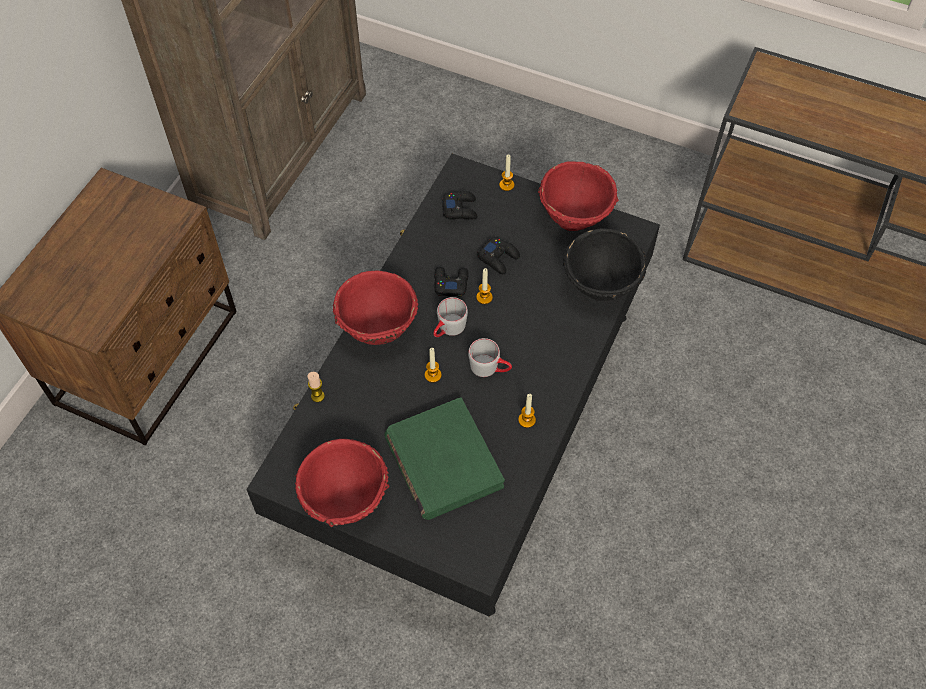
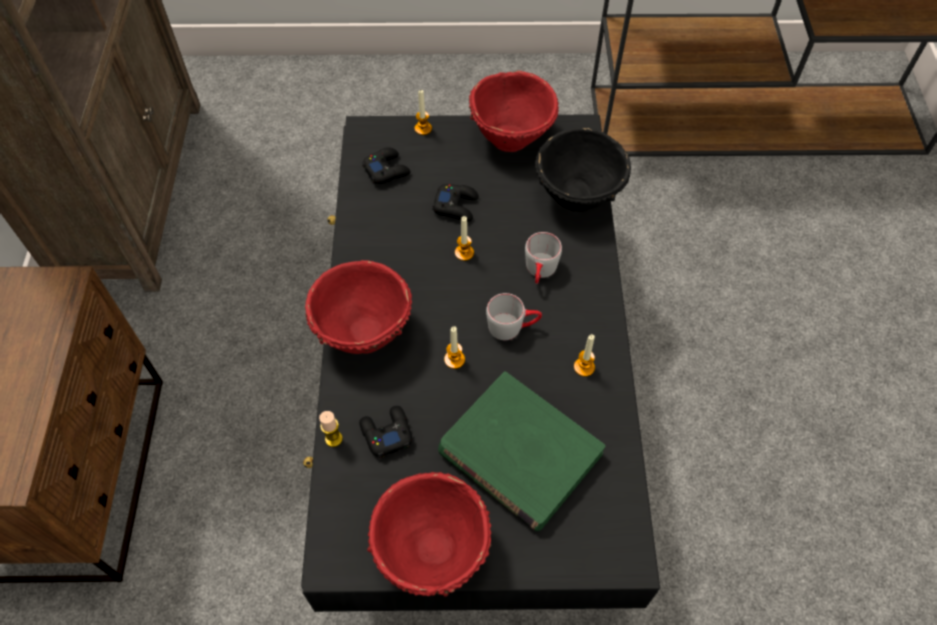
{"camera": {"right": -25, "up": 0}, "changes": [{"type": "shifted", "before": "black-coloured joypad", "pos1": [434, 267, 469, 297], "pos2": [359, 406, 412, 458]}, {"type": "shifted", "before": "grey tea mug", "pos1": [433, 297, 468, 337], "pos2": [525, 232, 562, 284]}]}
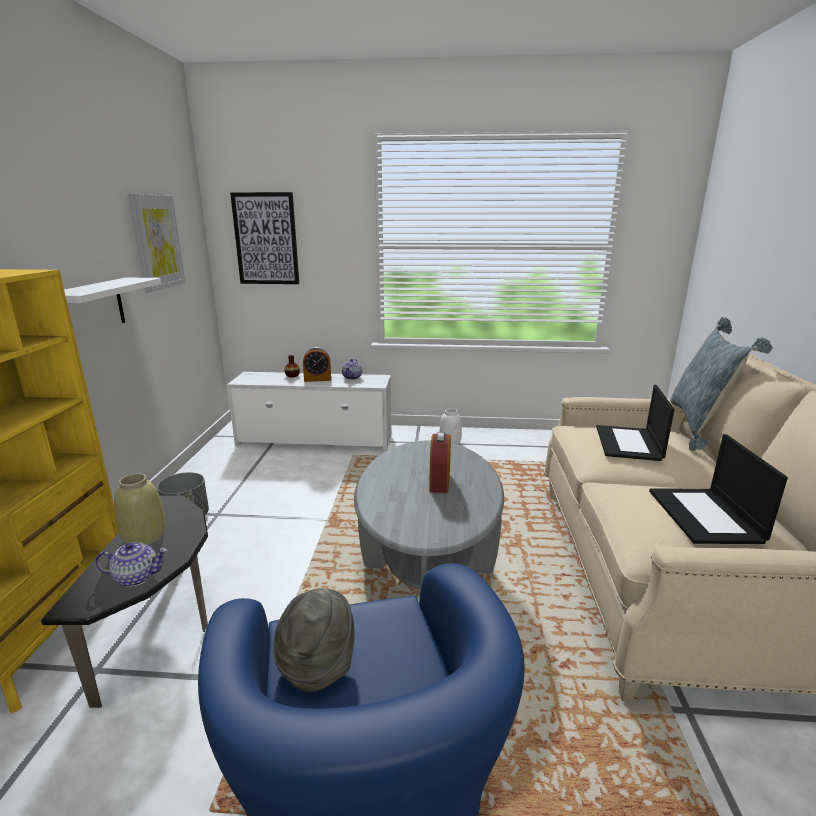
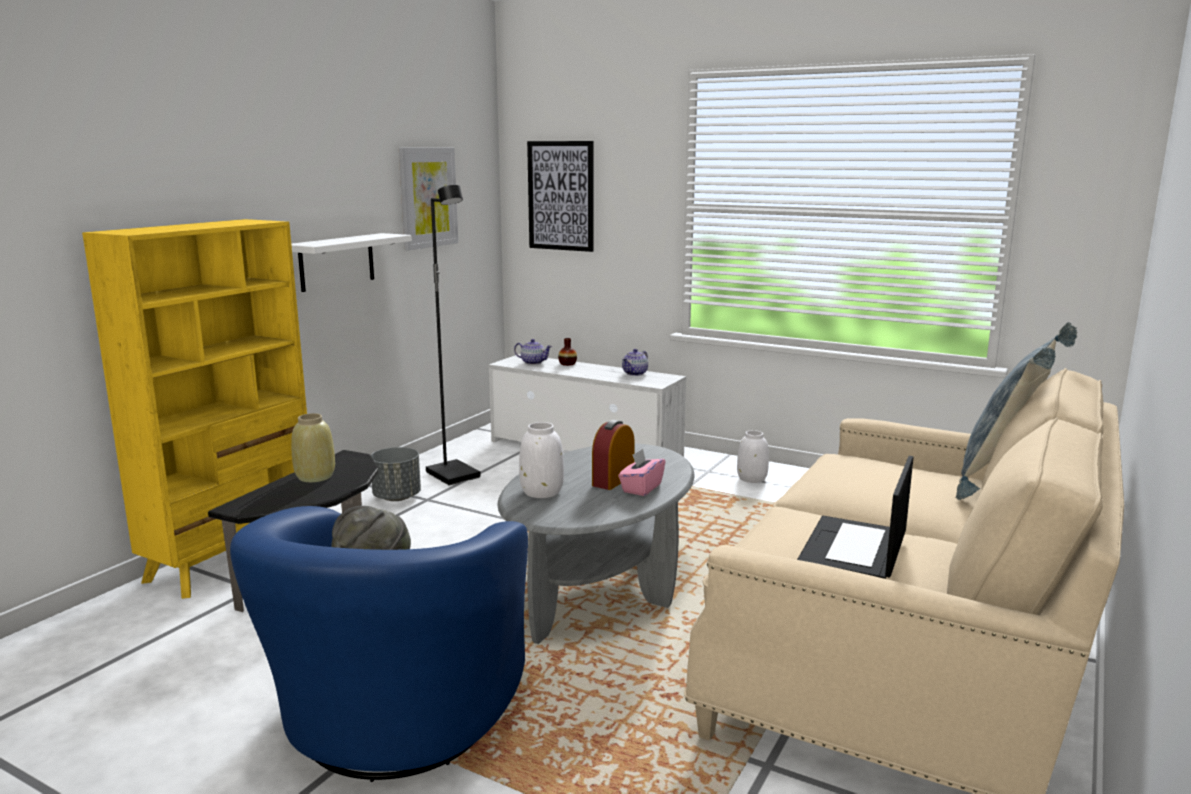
{"camera": {"right": 25, "up": -5}, "changes": [{"type": "gone", "before": "table clock", "pos1": [303, 347, 331, 382]}, {"type": "gone", "before": "notebook computer", "pos1": [596, 385, 675, 461]}, {"type": "shifted", "before": "teapot", "pos1": [95, 542, 168, 587], "pos2": [514, 339, 552, 365]}, {"type": "new", "after": "black-coloured standard lamp", "pos2": [426, 185, 481, 486]}, {"type": "new", "after": "whitish decorative vase", "pos2": [519, 422, 564, 498]}, {"type": "new", "after": "pink tissue box", "pos2": [618, 449, 665, 496]}]}
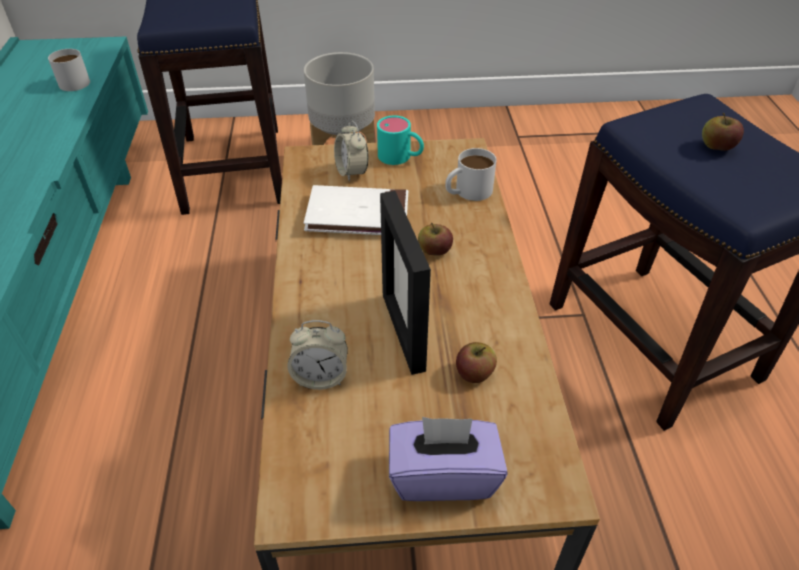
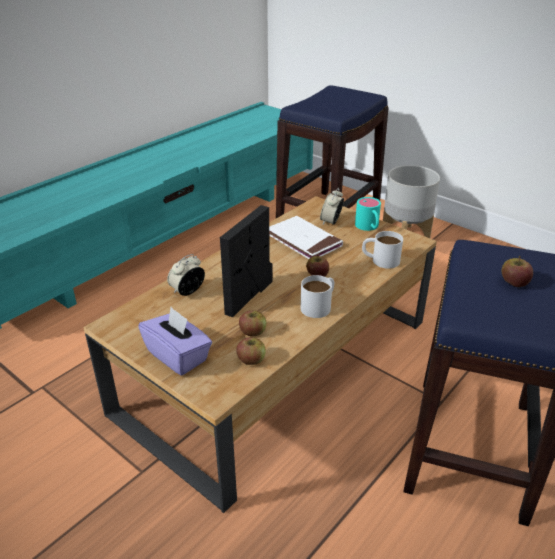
{"camera": {"right": 45, "up": -10}, "changes": [{"type": "shifted", "before": "whitish tea mug", "pos1": [48, 49, 90, 91], "pos2": [300, 275, 334, 318]}, {"type": "rotated", "before": "table clock", "pos1": [288, 320, 348, 390], "pos2": [167, 254, 205, 296], "turn": 90}, {"type": "new", "after": "apple", "pos2": [236, 337, 266, 365]}]}
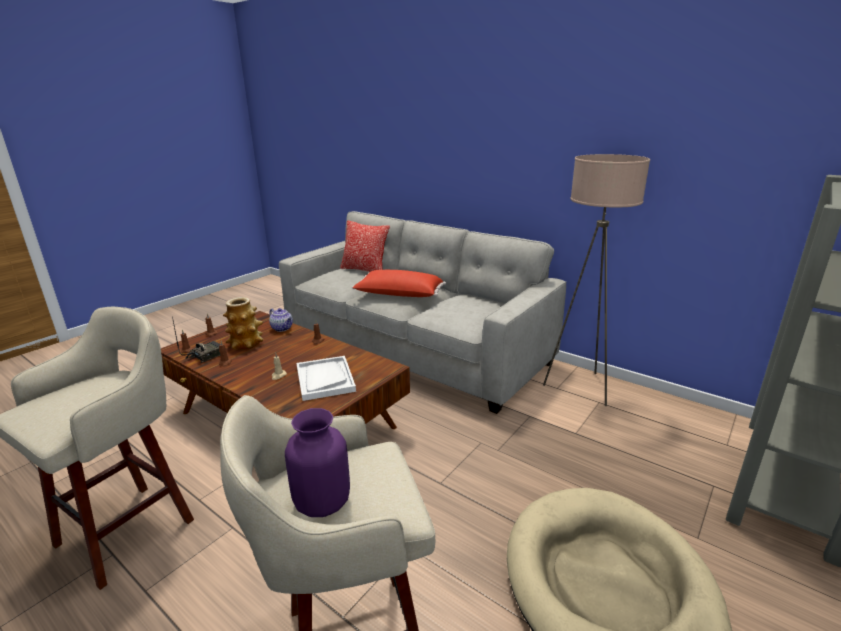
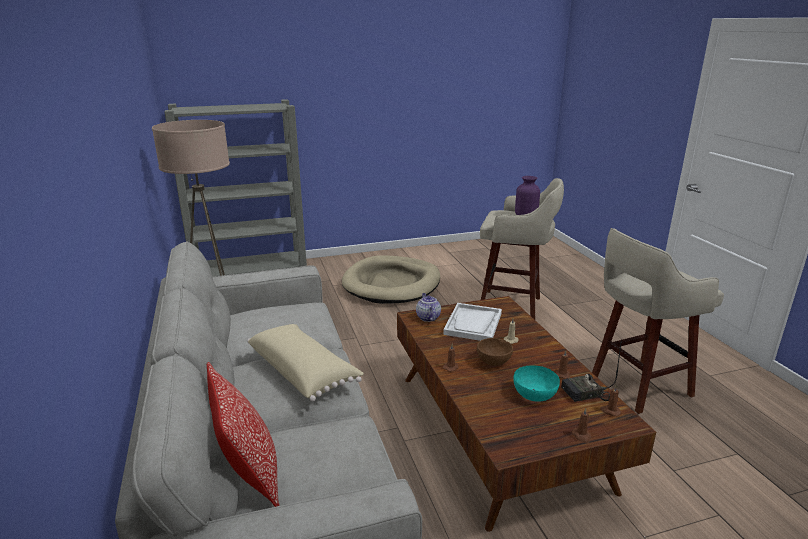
{"camera": {"right": -145, "up": 0}, "changes": [{"type": "repainted", "before": "red-coloured cushion", "after": "beige-coloured cushion", "pos1": [352, 270, 446, 297], "pos2": [247, 324, 364, 402]}, {"type": "swapped", "before": "decorative vase", "after": "turquoise-coloured serving bowl", "pos1": [223, 297, 263, 350], "pos2": [513, 365, 560, 402]}, {"type": "shifted", "before": "teapot", "pos1": [269, 308, 293, 332], "pos2": [416, 293, 441, 322]}, {"type": "new", "after": "brown serving bowl", "pos2": [477, 338, 513, 366]}]}
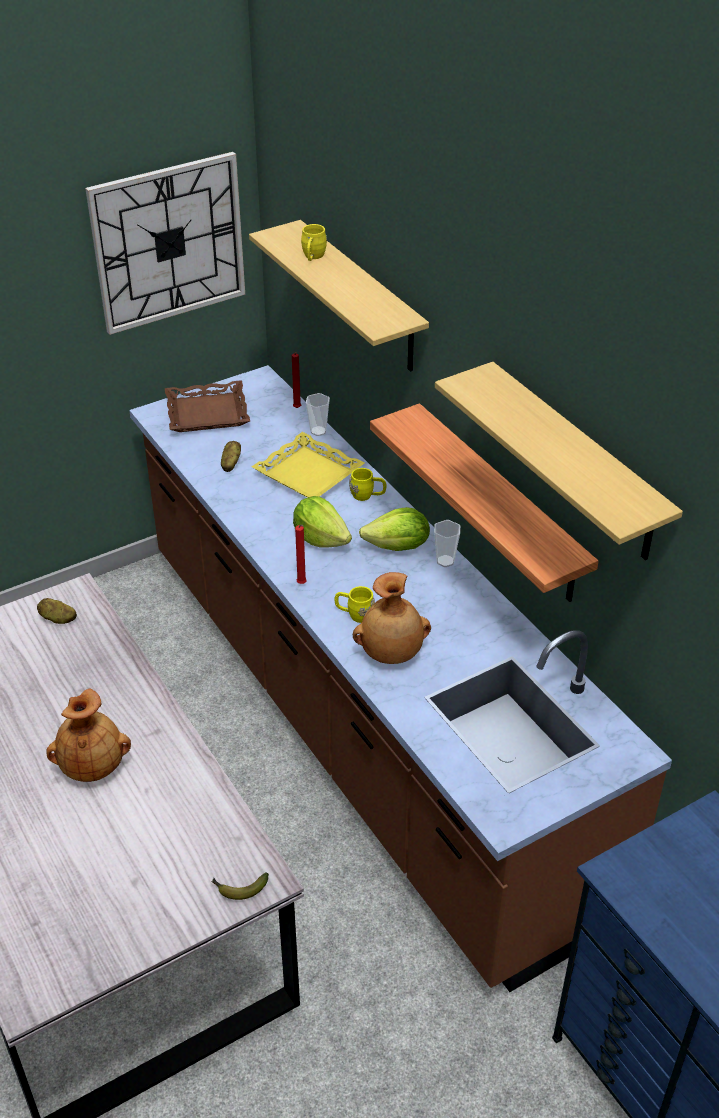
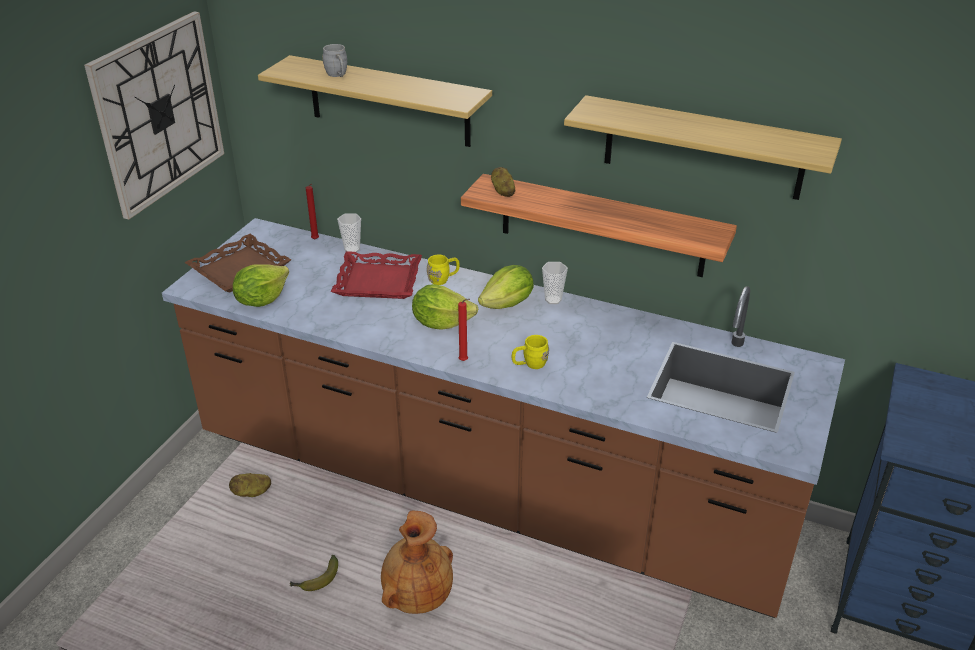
{"camera": {"right": -35, "up": -5}, "changes": [{"type": "repainted", "before": "yellow-coloured tea mug", "after": "grey tea mug", "pos1": [301, 224, 327, 261], "pos2": [322, 44, 347, 77]}, {"type": "repainted", "before": "yellow-coloured serving tray", "after": "red-coloured serving tray", "pos1": [251, 432, 365, 498], "pos2": [331, 251, 422, 299]}, {"type": "shifted", "before": "spud", "pos1": [221, 441, 241, 472], "pos2": [491, 167, 516, 197]}, {"type": "gone", "before": "brown decorative vase", "pos1": [353, 572, 431, 664]}, {"type": "shifted", "before": "banana fruit", "pos1": [211, 872, 269, 900], "pos2": [290, 555, 338, 591]}, {"type": "new", "after": "lettuce", "pos2": [233, 264, 289, 307]}]}
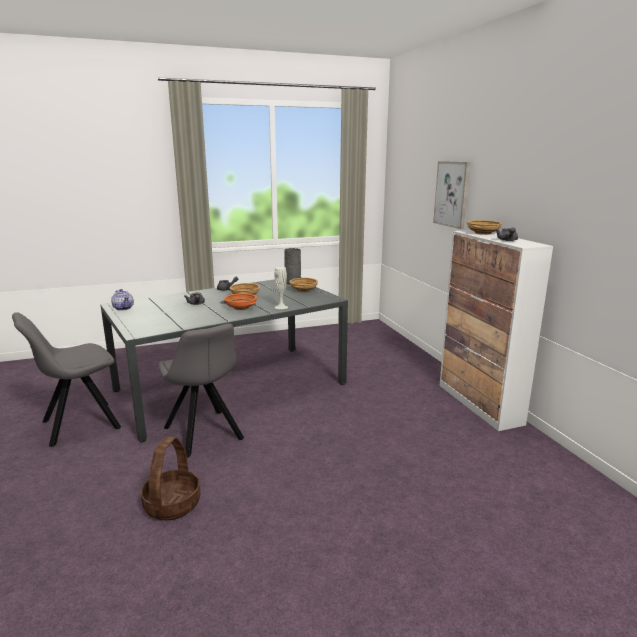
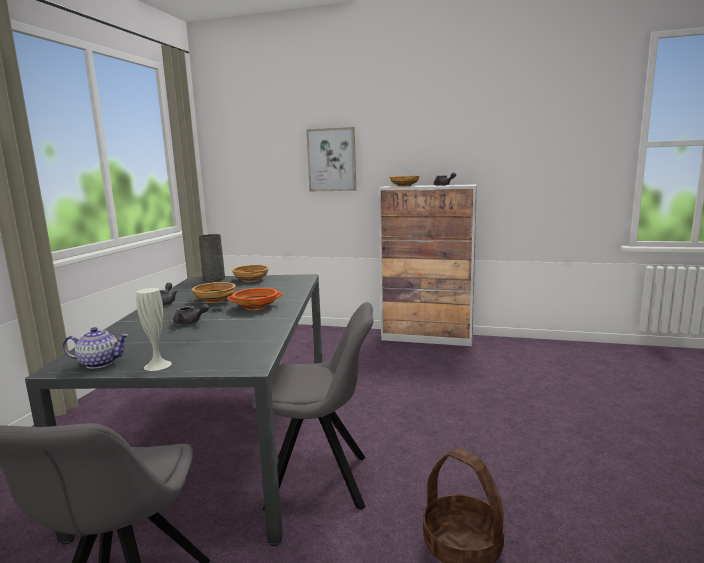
{"camera": {"right": -55, "up": -5}, "changes": [{"type": "shifted", "before": "whitish decorative vase", "pos1": [274, 267, 288, 309], "pos2": [136, 288, 172, 371]}]}
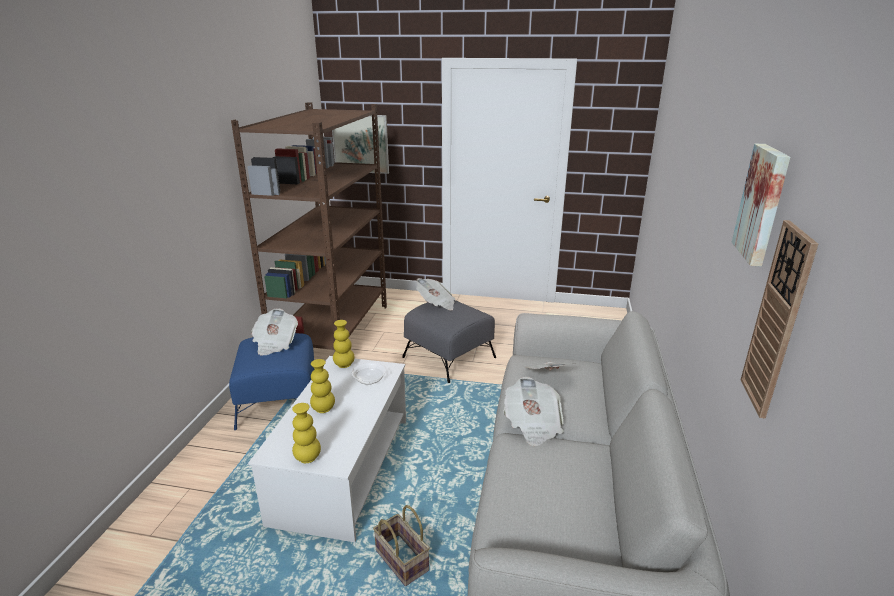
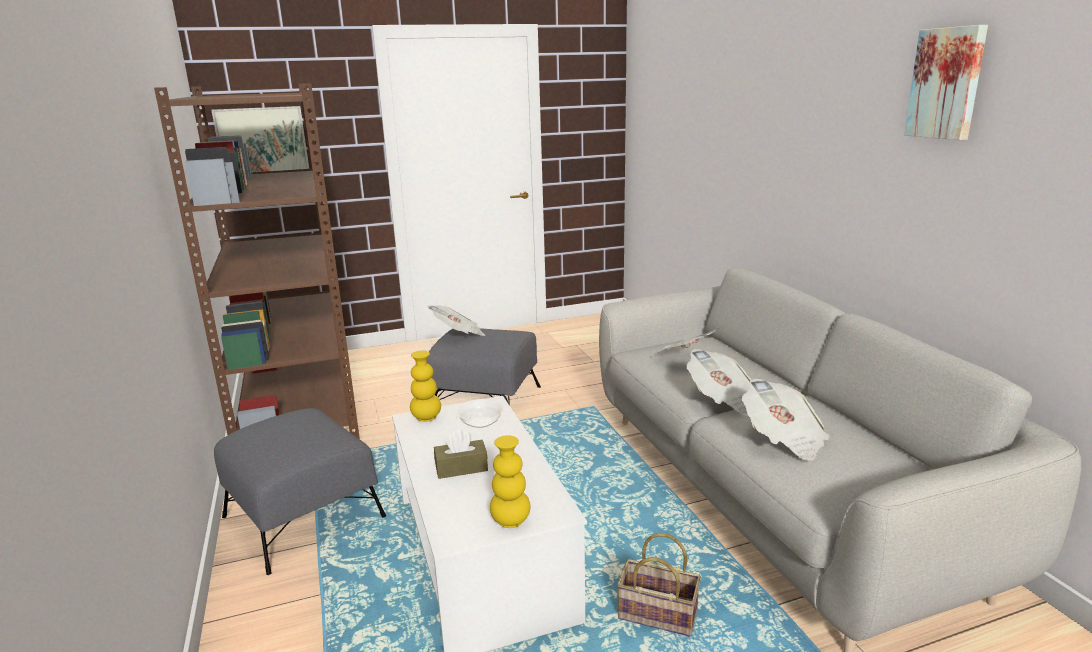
{"camera": {"right": -30, "up": -5}, "changes": [{"type": "gone", "before": "clock on the wall", "pos1": [741, 220, 818, 418]}, {"type": "shifted", "before": "newspaper", "pos1": [251, 309, 298, 356], "pos2": [742, 378, 830, 461]}, {"type": "repainted", "before": "bluish ottoman", "after": "grey ottoman", "pos1": [229, 333, 315, 430], "pos2": [214, 408, 386, 575]}, {"type": "swapped", "before": "yellow-coloured decorative vase", "after": "brown tissue box", "pos1": [310, 359, 335, 413], "pos2": [434, 429, 488, 479]}]}
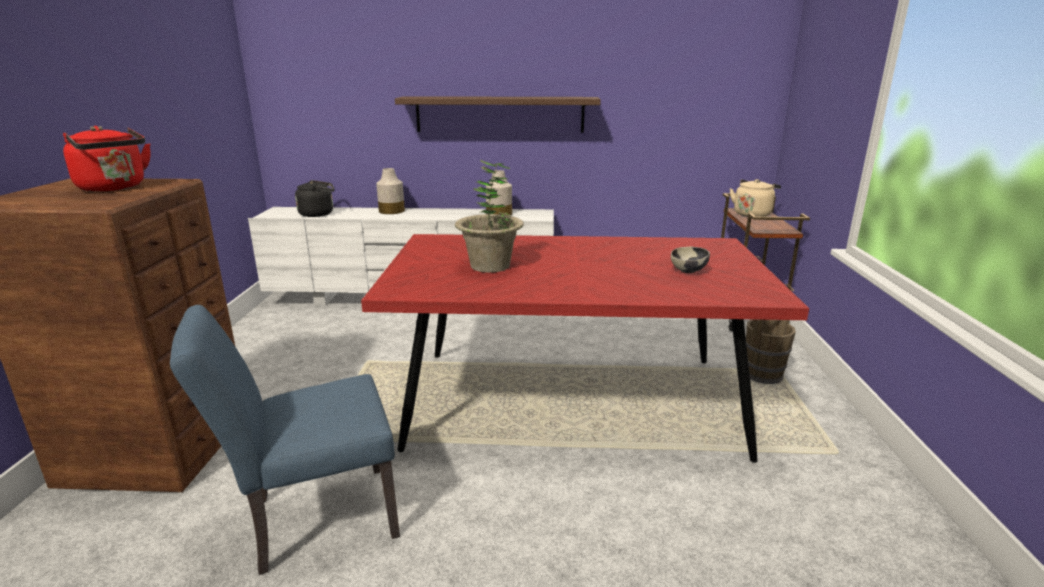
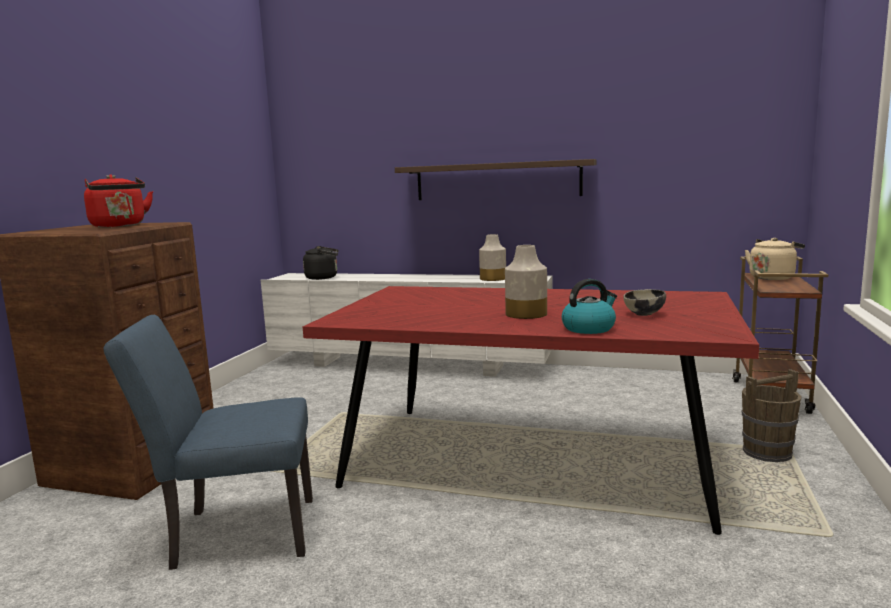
{"camera": {"right": 15, "up": -10}, "changes": [{"type": "gone", "before": "potted plant", "pos1": [455, 160, 524, 273]}, {"type": "shifted", "before": "beige-coloured decorative vase", "pos1": [376, 168, 405, 214], "pos2": [505, 245, 547, 319]}, {"type": "new", "after": "kettle", "pos2": [562, 279, 617, 334]}]}
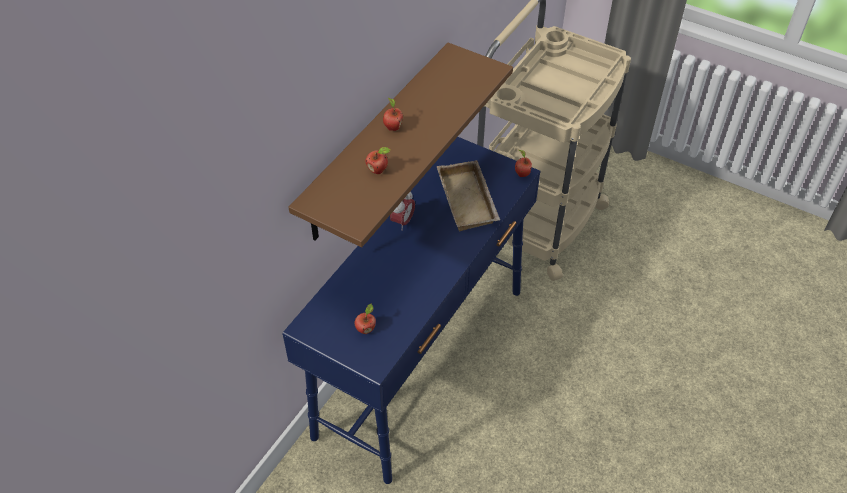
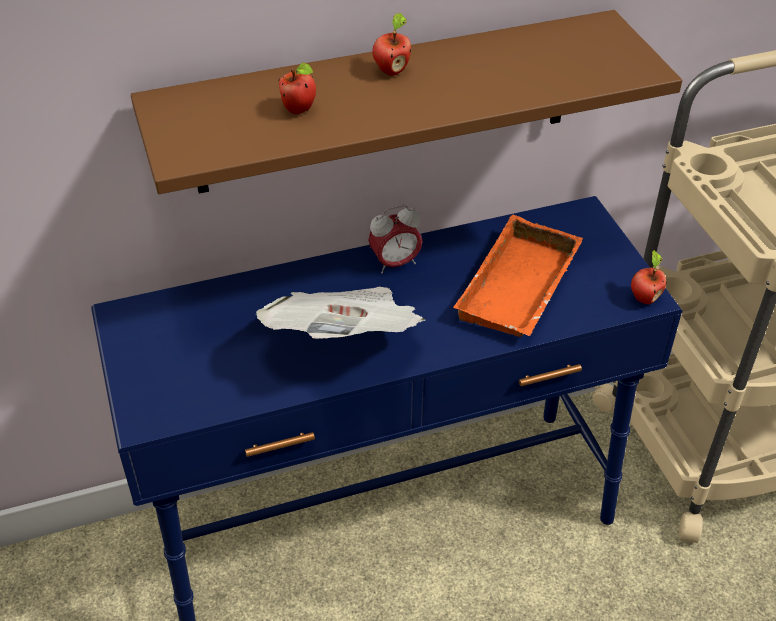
{"camera": {"right": 40, "up": -5}, "changes": [{"type": "repainted", "before": "beige-coloured serving tray", "after": "orange-coloured serving tray", "pos1": [437, 160, 500, 231], "pos2": [453, 215, 583, 337]}, {"type": "gone", "before": "apple", "pos1": [355, 303, 376, 334]}, {"type": "new", "after": "newspaper", "pos2": [256, 287, 425, 339]}]}
